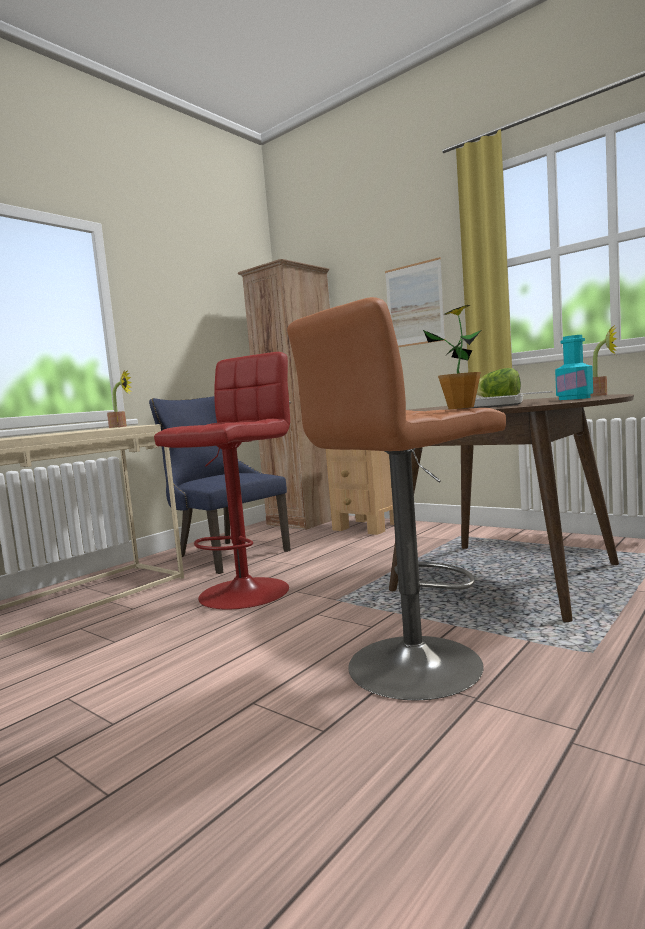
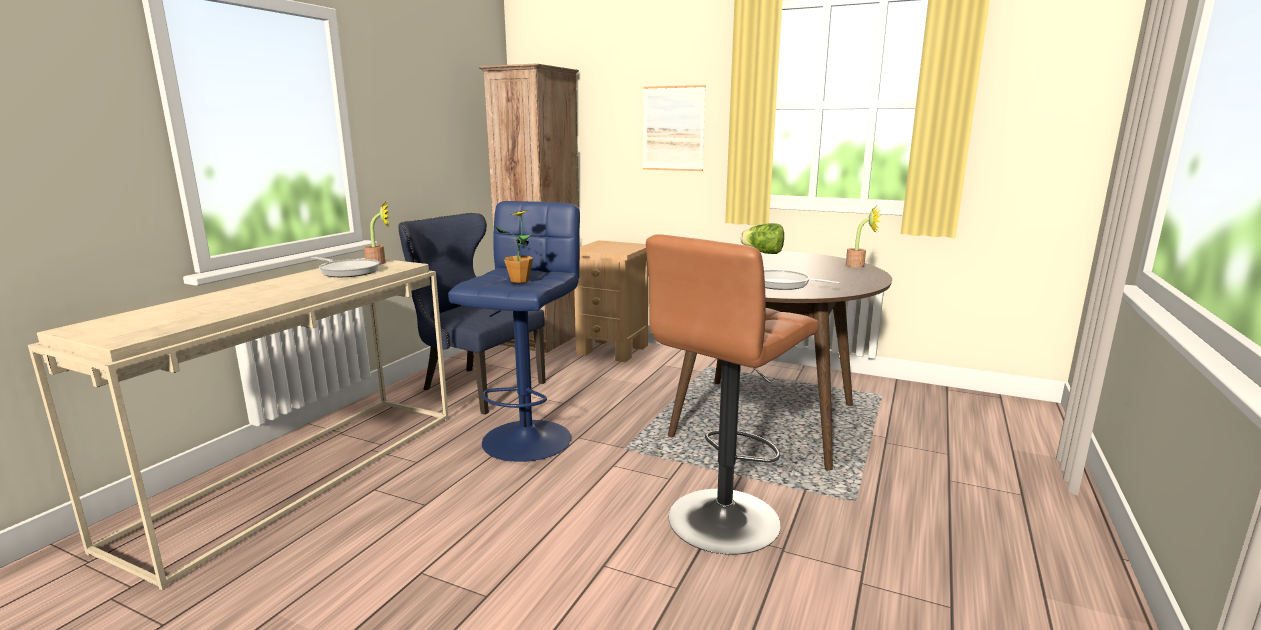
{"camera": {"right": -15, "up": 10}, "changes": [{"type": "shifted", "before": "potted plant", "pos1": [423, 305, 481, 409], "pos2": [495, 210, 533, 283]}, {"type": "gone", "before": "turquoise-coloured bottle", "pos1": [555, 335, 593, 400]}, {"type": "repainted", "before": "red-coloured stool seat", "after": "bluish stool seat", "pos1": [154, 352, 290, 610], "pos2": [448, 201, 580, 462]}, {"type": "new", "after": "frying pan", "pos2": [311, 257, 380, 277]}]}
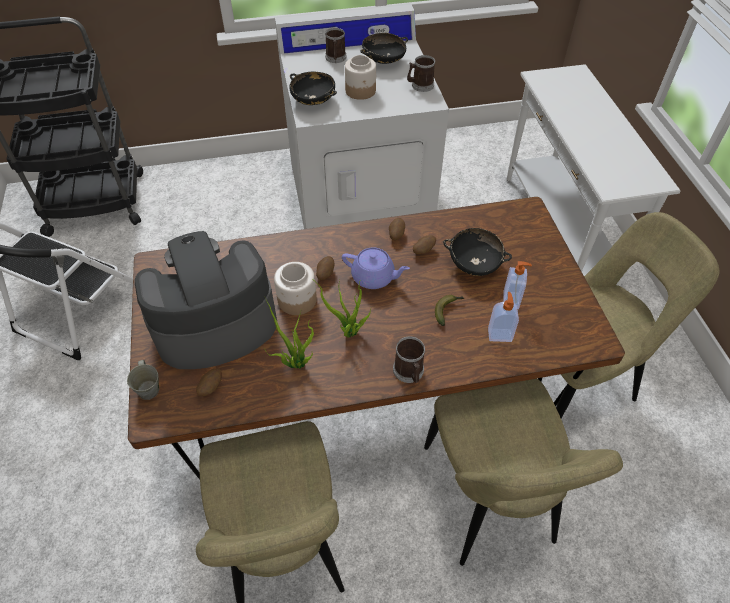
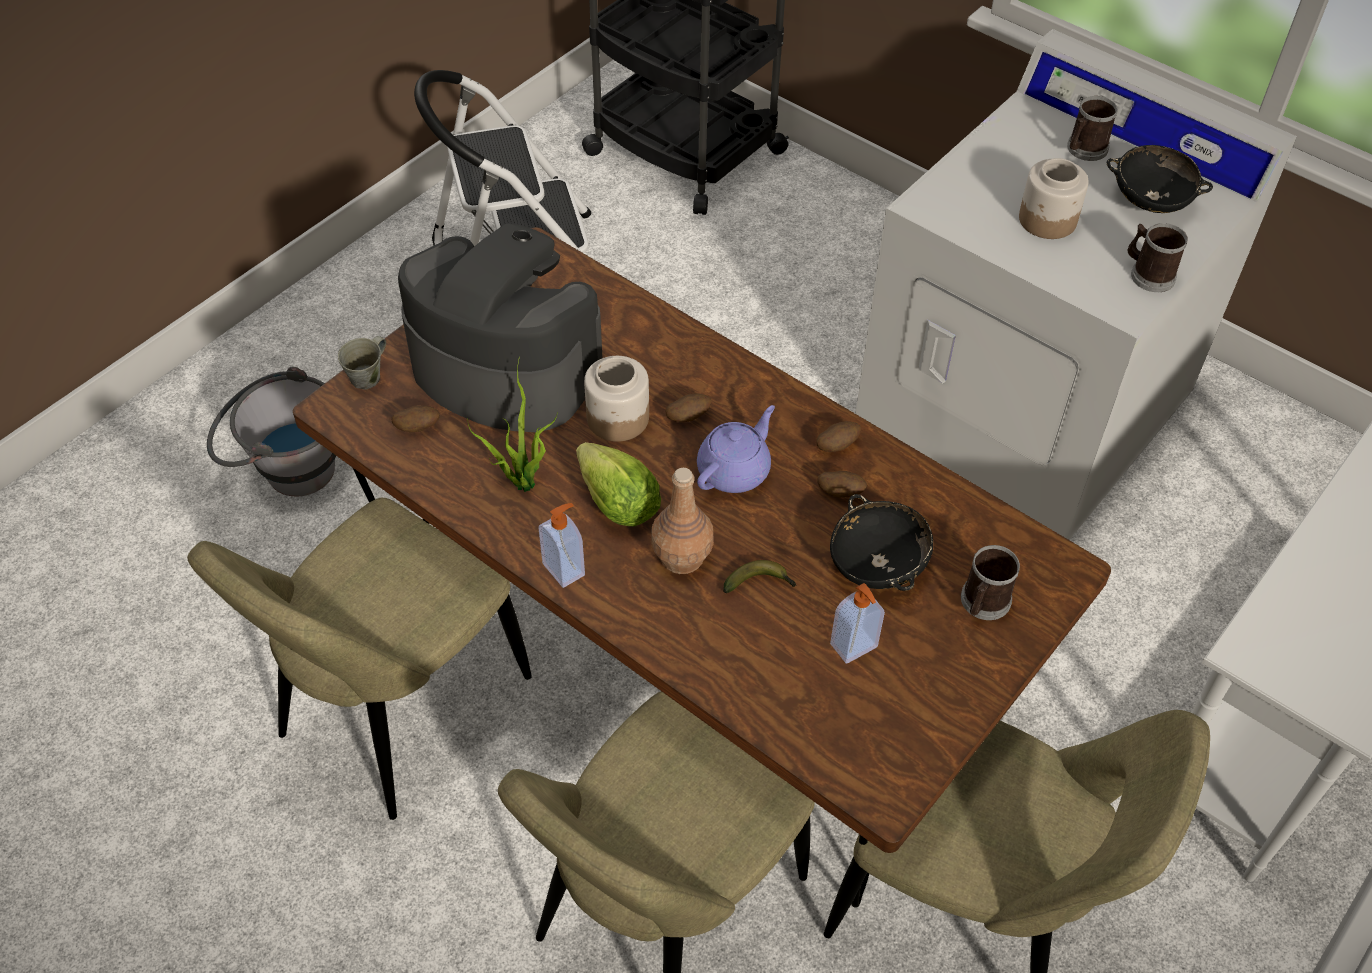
{"camera": {"right": 50, "up": 0}, "changes": [{"type": "gone", "before": "black-coloured serving bowl", "pos1": [290, 72, 337, 105]}, {"type": "rotated", "before": "purple-coloured teapot", "pos1": [342, 248, 410, 289], "pos2": [697, 405, 775, 493], "turn": -120}, {"type": "swapped", "before": "potted plant", "after": "lettuce", "pos1": [318, 280, 371, 338], "pos2": [576, 442, 661, 526]}, {"type": "shifted", "before": "liquid soap bottle", "pos1": [488, 292, 519, 342], "pos2": [539, 503, 585, 588]}, {"type": "shifted", "before": "tea mug", "pos1": [393, 337, 425, 383], "pos2": [961, 545, 1020, 620]}, {"type": "new", "after": "grey bucket", "pos2": [207, 367, 336, 497]}, {"type": "new", "after": "brown bottle", "pos2": [651, 468, 714, 574]}]}
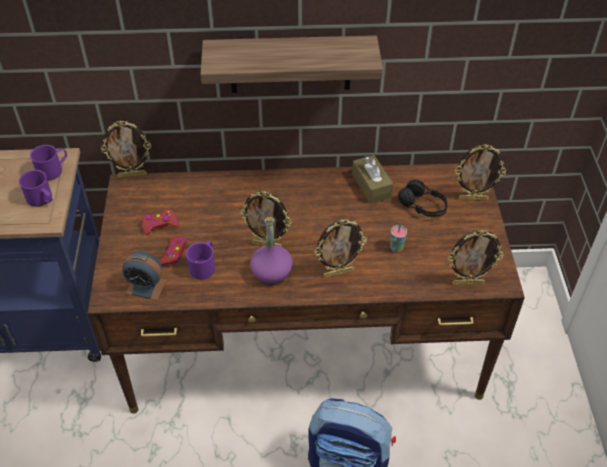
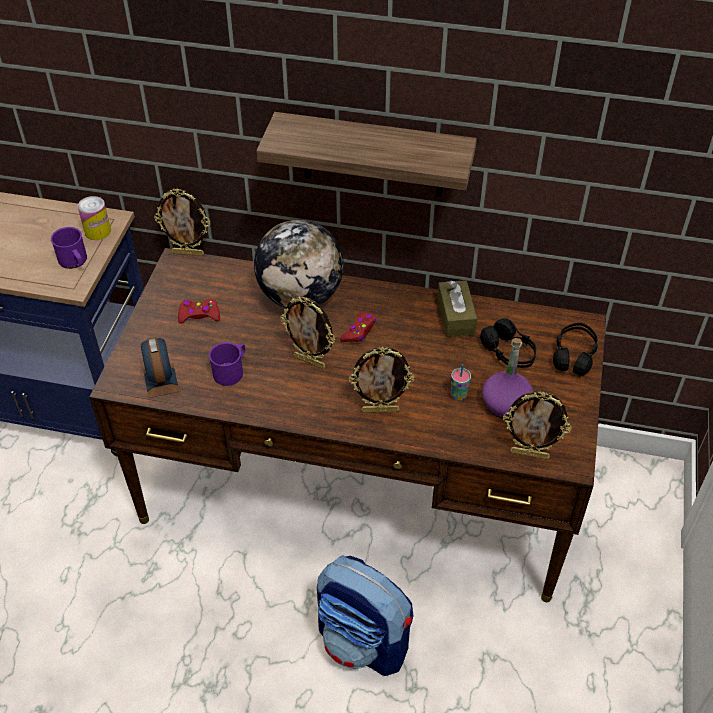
{"camera": {"right": 15, "up": 0}, "changes": [{"type": "swapped", "before": "standing frame", "after": "black-coloured headphones", "pos1": [455, 144, 506, 201], "pos2": [553, 323, 598, 375]}, {"type": "swapped", "before": "purple-coloured tea mug", "after": "sealed can", "pos1": [30, 145, 67, 181], "pos2": [78, 196, 111, 240]}, {"type": "shifted", "before": "purple-coloured bottle", "pos1": [250, 217, 293, 285], "pos2": [482, 338, 533, 419]}, {"type": "shifted", "before": "red-coloured joypad", "pos1": [160, 236, 187, 266], "pos2": [340, 312, 376, 342]}, {"type": "rotated", "before": "table clock", "pos1": [122, 251, 167, 300], "pos2": [141, 337, 179, 398], "turn": -135}, {"type": "new", "after": "world globe", "pos2": [254, 220, 344, 308]}]}
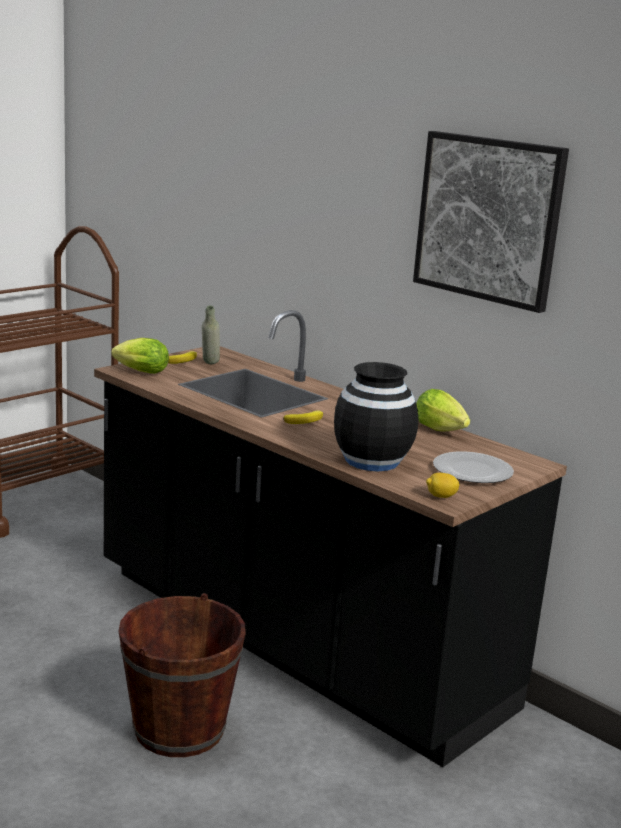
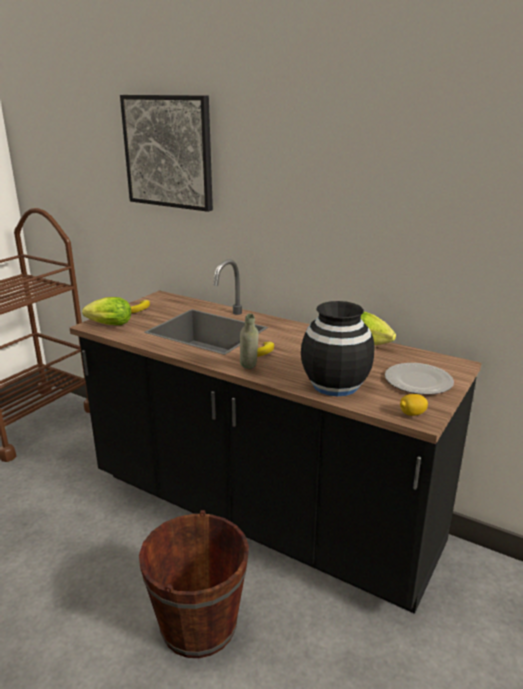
{"camera": {"right": -10, "up": 5}, "changes": [{"type": "shifted", "before": "wall art", "pos1": [413, 131, 569, 313], "pos2": [120, 95, 213, 212]}, {"type": "shifted", "before": "grey bottle", "pos1": [202, 306, 220, 364], "pos2": [240, 313, 259, 369]}]}
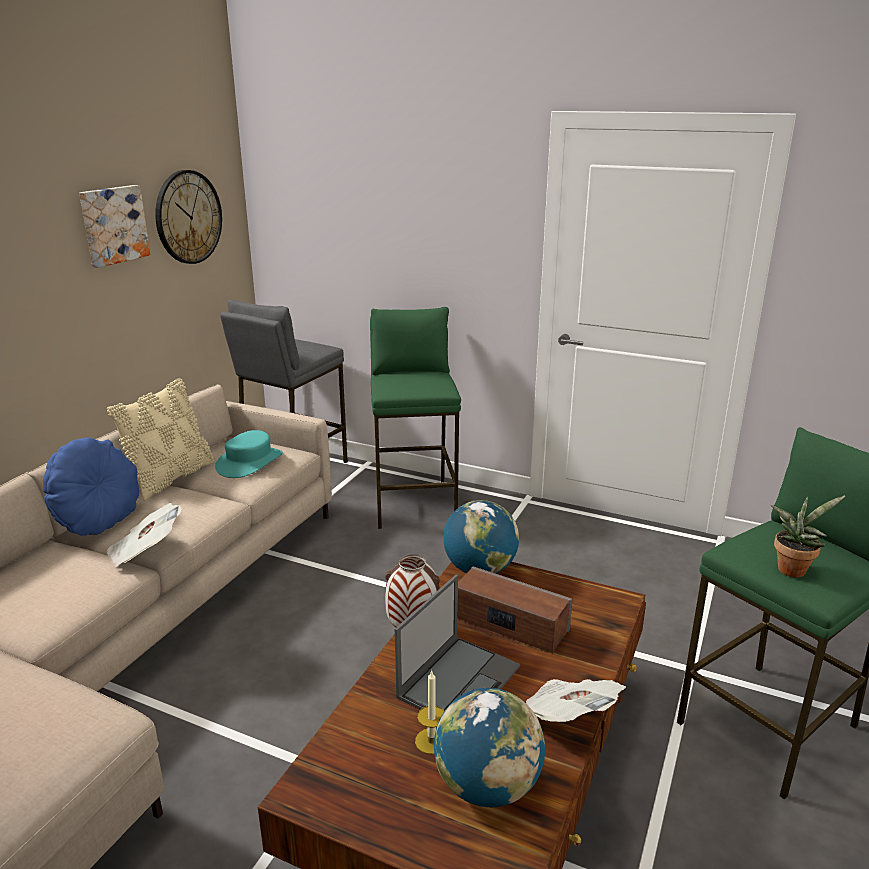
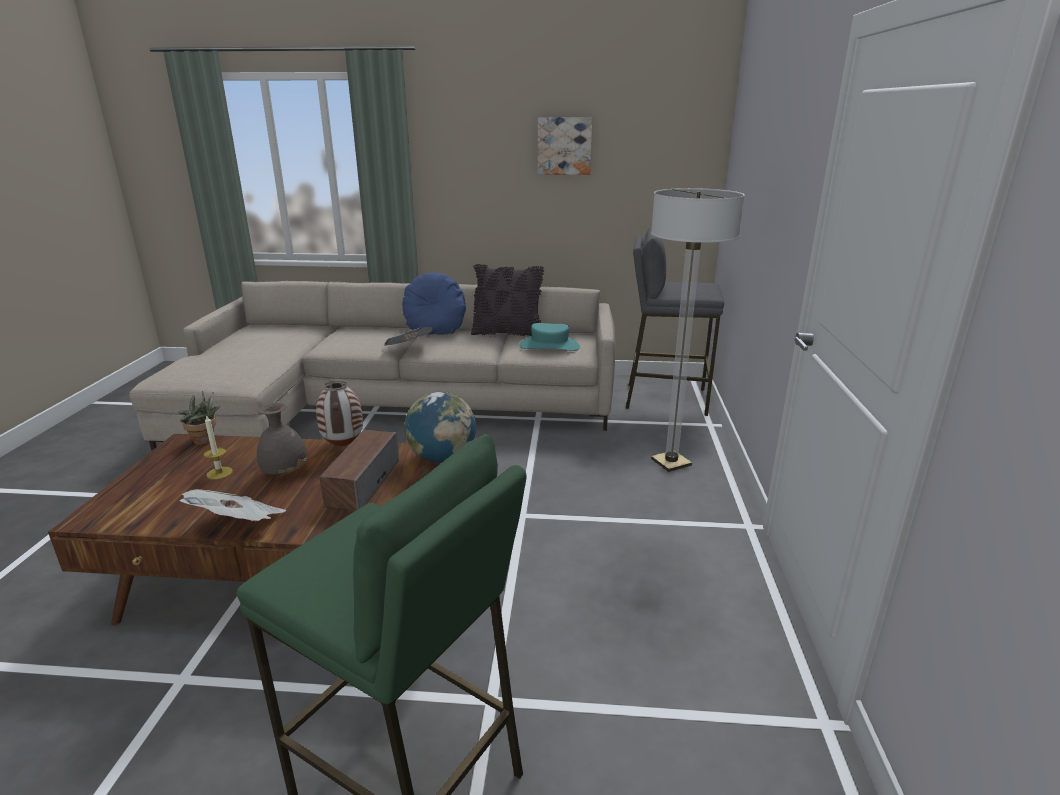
{"camera": {"right": 70, "up": 0}, "changes": [{"type": "gone", "before": "clock on the wall", "pos1": [155, 170, 222, 264]}, {"type": "swapped", "before": "greenish stool seat", "after": "standard lamp", "pos1": [370, 307, 461, 529], "pos2": [651, 188, 745, 472]}, {"type": "repainted", "before": "beige-coloured cushion", "after": "black-coloured cushion", "pos1": [107, 378, 215, 501], "pos2": [471, 264, 544, 336]}, {"type": "shifted", "before": "potted plant", "pos1": [771, 495, 845, 578], "pos2": [178, 391, 220, 445]}, {"type": "swapped", "before": "notebook computer", "after": "grey decorative vase", "pos1": [395, 575, 520, 711], "pos2": [257, 402, 307, 476]}, {"type": "gone", "before": "world globe", "pos1": [434, 688, 545, 808]}]}
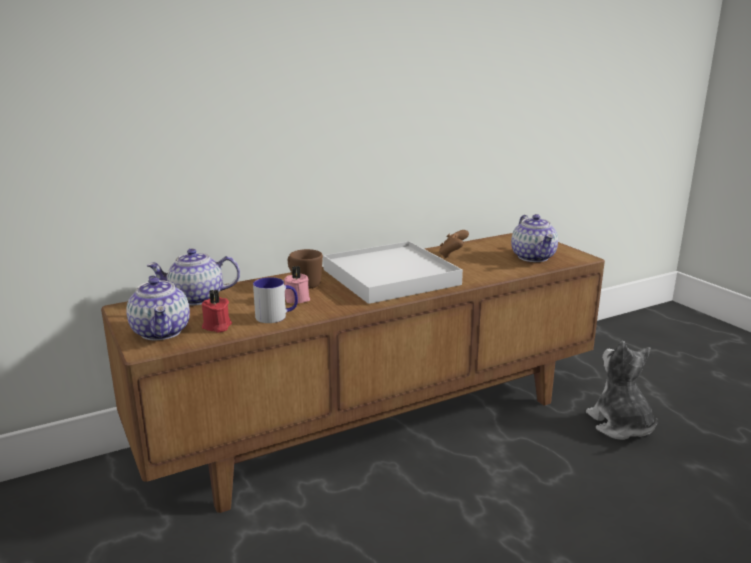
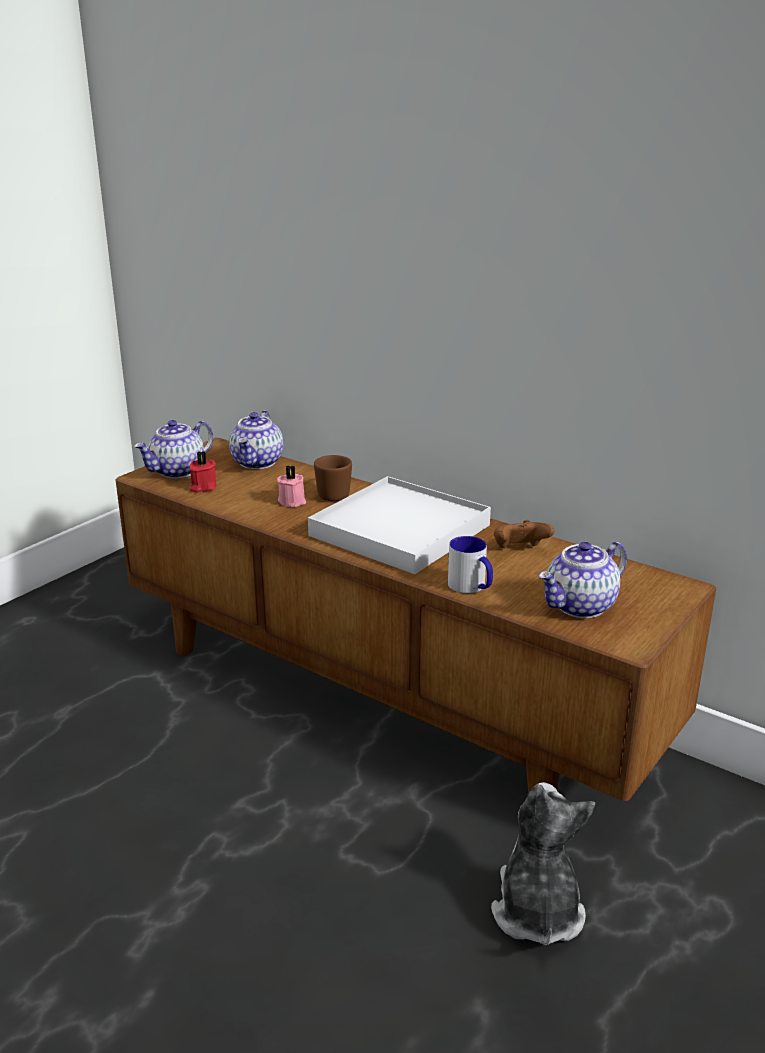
{"camera": {"right": 65, "up": 5}, "changes": [{"type": "rotated", "before": "teapot", "pos1": [146, 249, 240, 305], "pos2": [229, 411, 283, 469], "turn": -135}, {"type": "shifted", "before": "tea mug", "pos1": [253, 277, 298, 323], "pos2": [448, 536, 493, 594]}, {"type": "rotated", "before": "soft toy", "pos1": [586, 341, 658, 440], "pos2": [491, 782, 595, 945], "turn": -45}]}
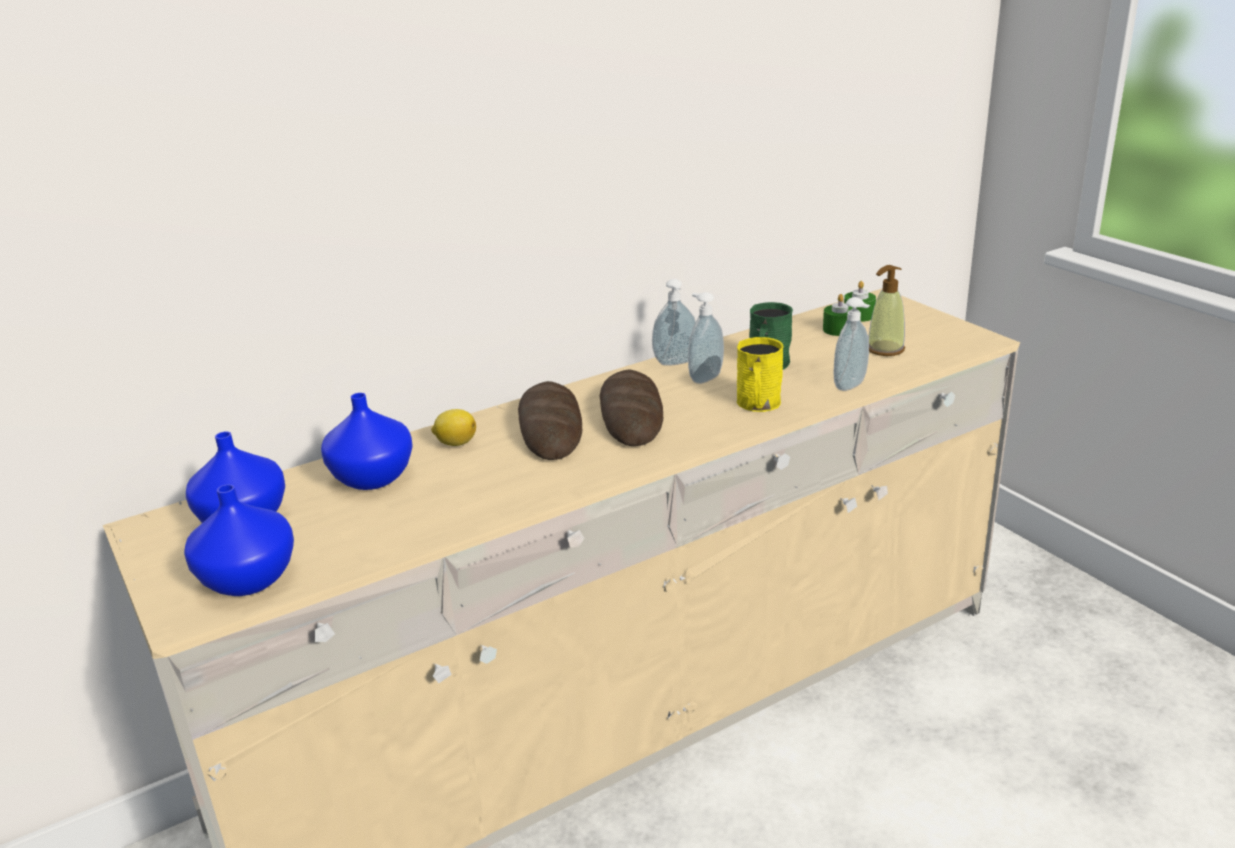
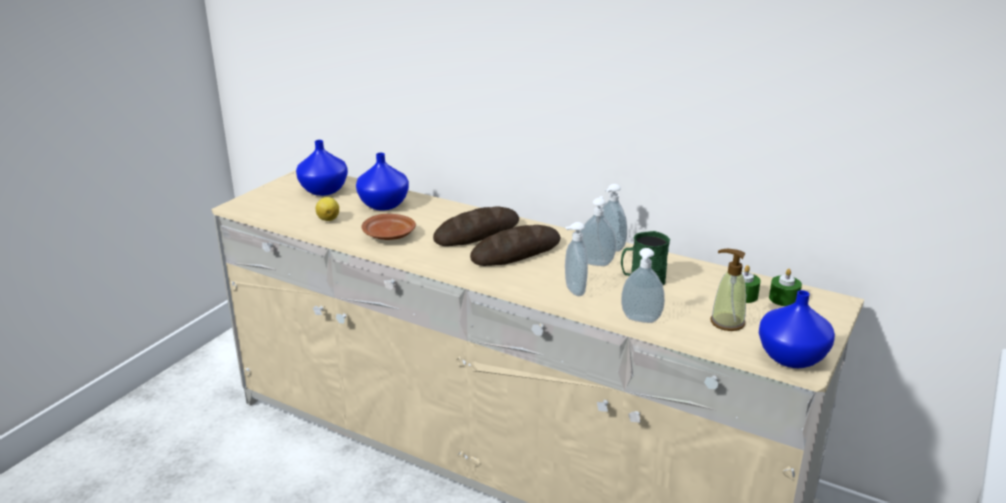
{"camera": {"right": 60, "up": 0}, "changes": [{"type": "swapped", "before": "yellow-coloured tea mug", "after": "liquid soap bottle", "pos1": [737, 337, 784, 412], "pos2": [565, 222, 588, 296]}, {"type": "shifted", "before": "citrus fruit", "pos1": [431, 409, 476, 446], "pos2": [316, 197, 339, 221]}, {"type": "shifted", "before": "bluish decorative vase", "pos1": [184, 484, 294, 596], "pos2": [759, 290, 835, 368]}, {"type": "new", "after": "brown plate", "pos2": [361, 214, 416, 240]}]}
